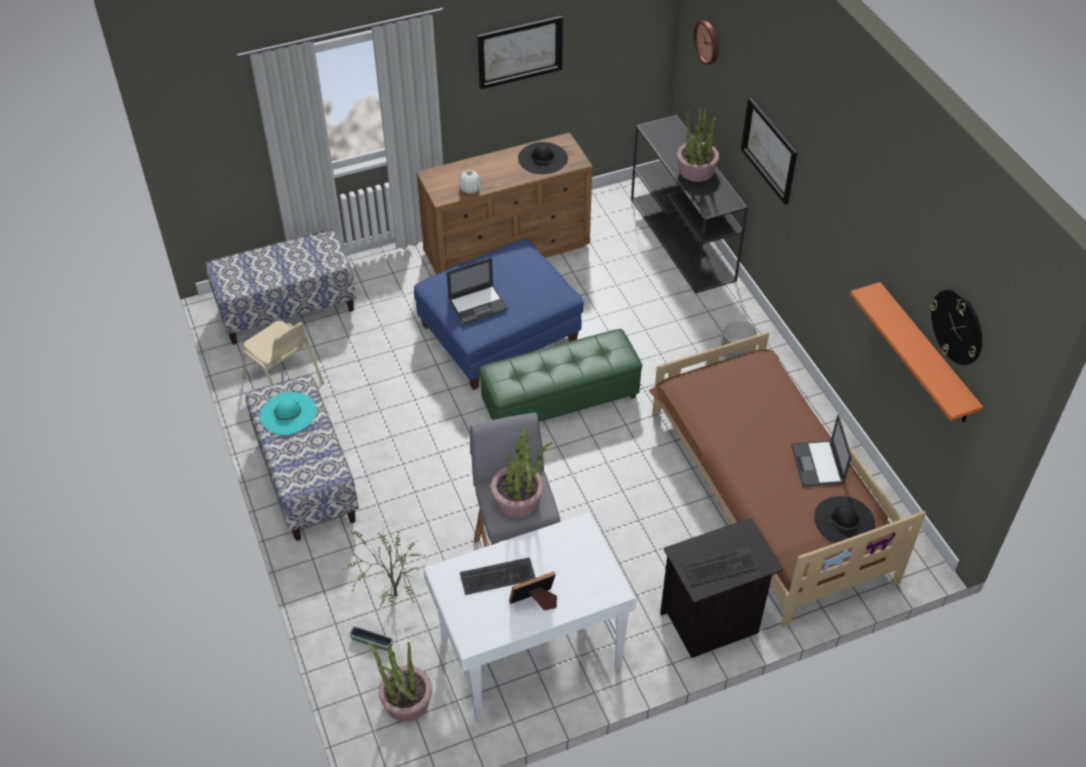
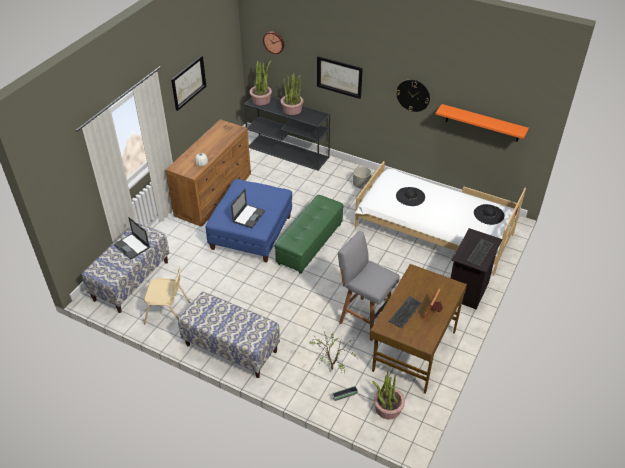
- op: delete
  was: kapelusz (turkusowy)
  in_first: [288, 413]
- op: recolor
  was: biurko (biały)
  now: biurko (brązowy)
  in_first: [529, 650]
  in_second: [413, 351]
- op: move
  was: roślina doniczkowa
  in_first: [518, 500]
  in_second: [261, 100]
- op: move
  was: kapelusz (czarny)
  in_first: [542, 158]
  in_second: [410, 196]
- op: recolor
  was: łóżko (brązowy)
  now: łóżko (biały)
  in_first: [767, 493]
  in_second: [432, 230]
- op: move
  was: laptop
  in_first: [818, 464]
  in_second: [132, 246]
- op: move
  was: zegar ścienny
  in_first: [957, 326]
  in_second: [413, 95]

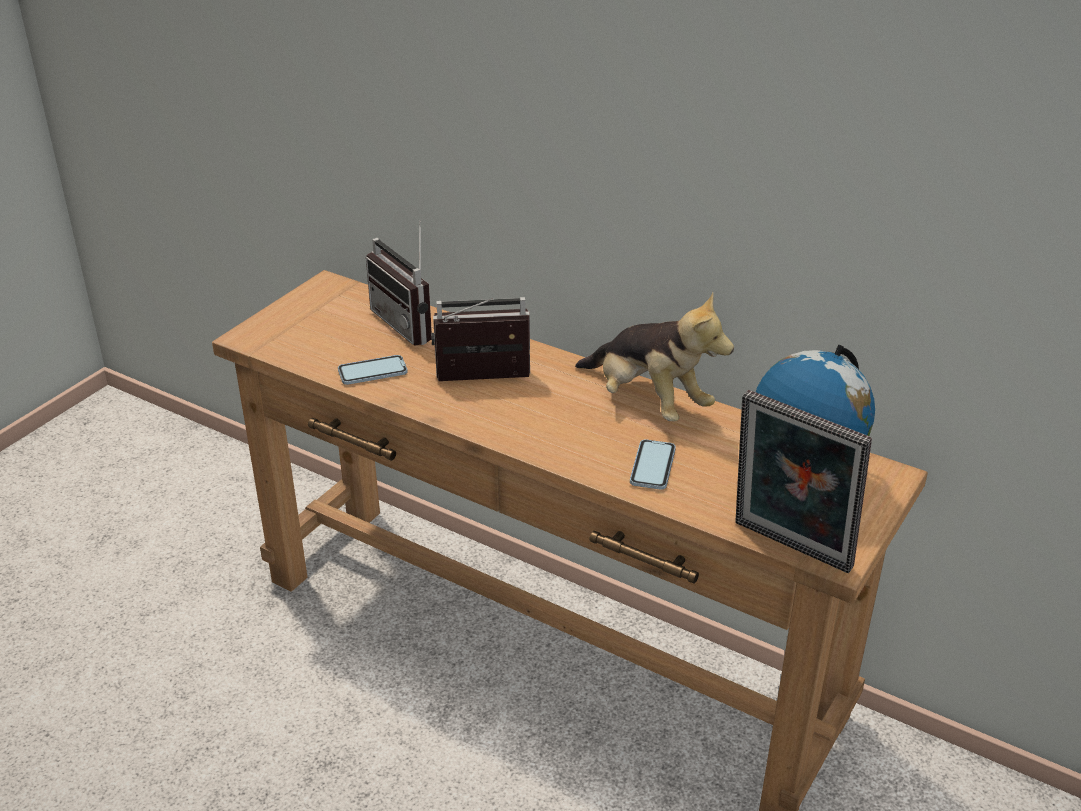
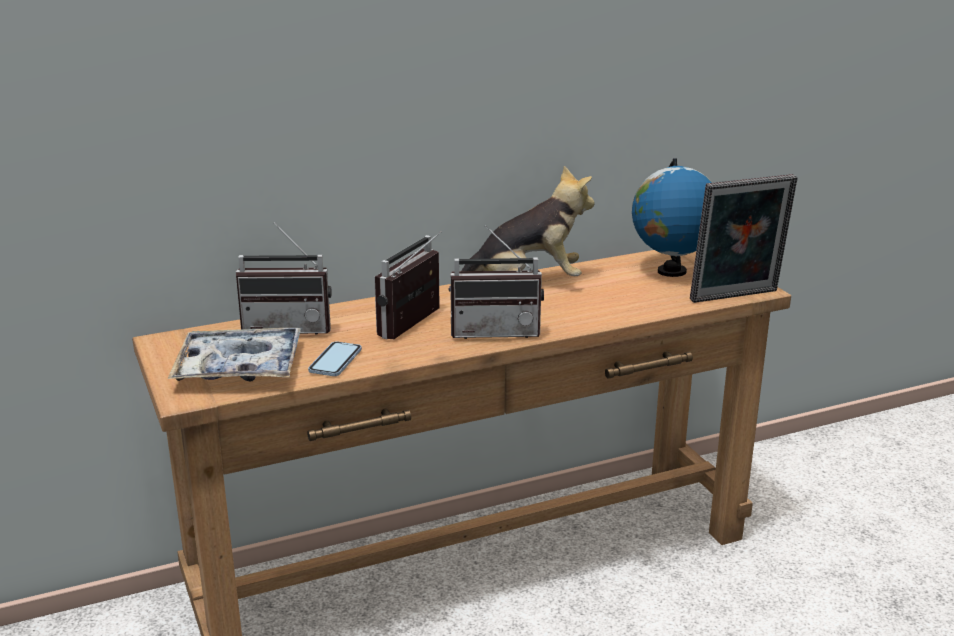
- op: delete
  was: telefon
  in_first: [652, 466]
- op: insert
  now: taca
  in_second: [239, 367]
- op: insert
  now: radio
  in_second: [496, 330]

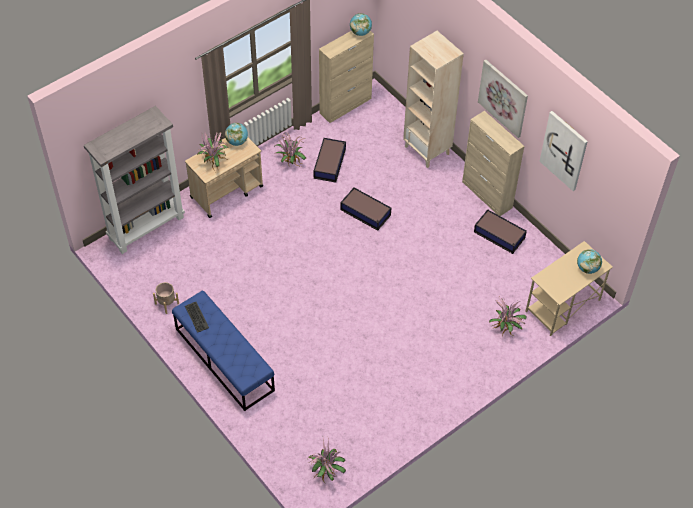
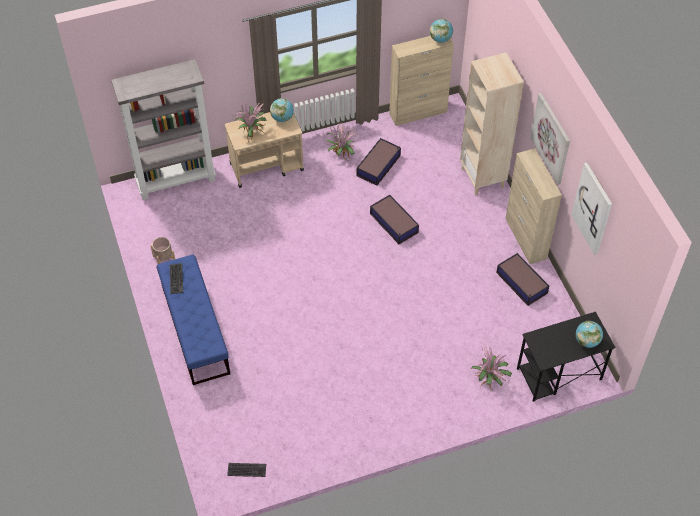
- op: replace
  was: roślina doniczkowa
  now: klawiatura
  in_first: [326, 472]
  in_second: [246, 470]
- op: recolor
  was: biurko (beżowy)
  now: biurko (czarny)
  in_first: [562, 306]
  in_second: [558, 374]

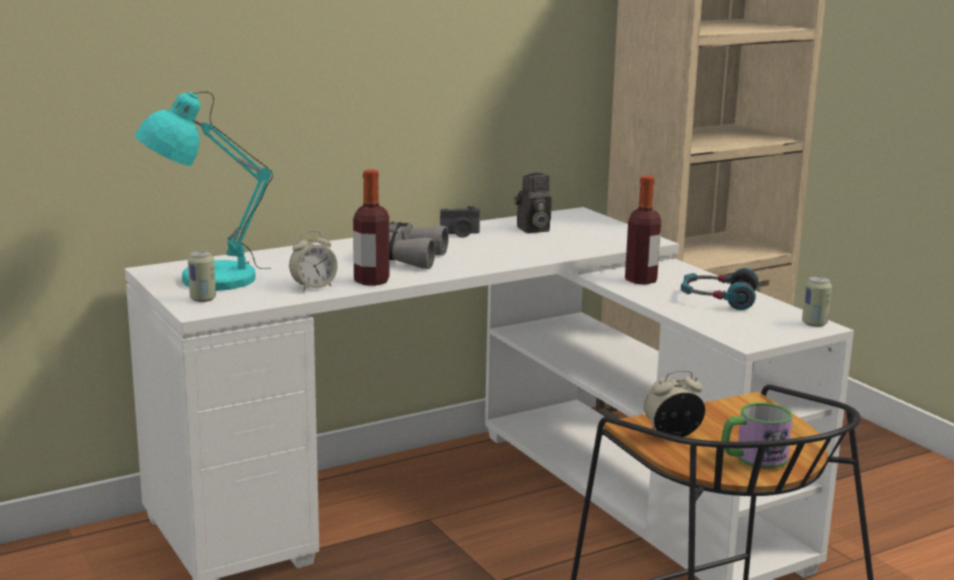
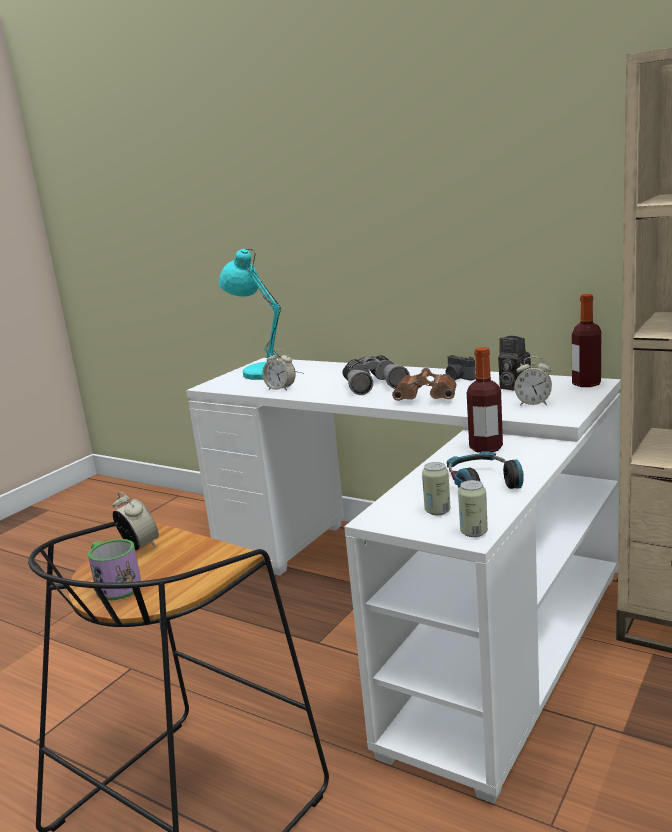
- op: move
  was: puszka
  in_first: [203, 299]
  in_second: [437, 511]
- op: move
  was: butelka
  in_first: [371, 281]
  in_second: [586, 384]
- op: insert
  now: lornetka (brązowy)
  in_second: [428, 399]
- op: insert
  now: budzik
  in_second: [533, 403]

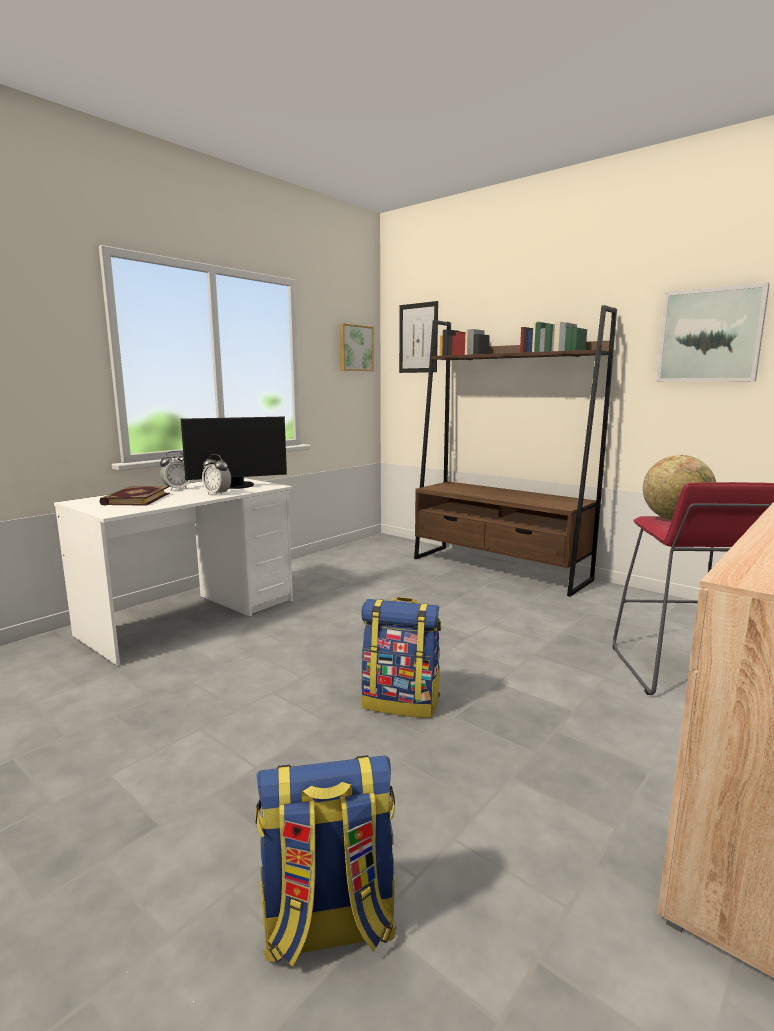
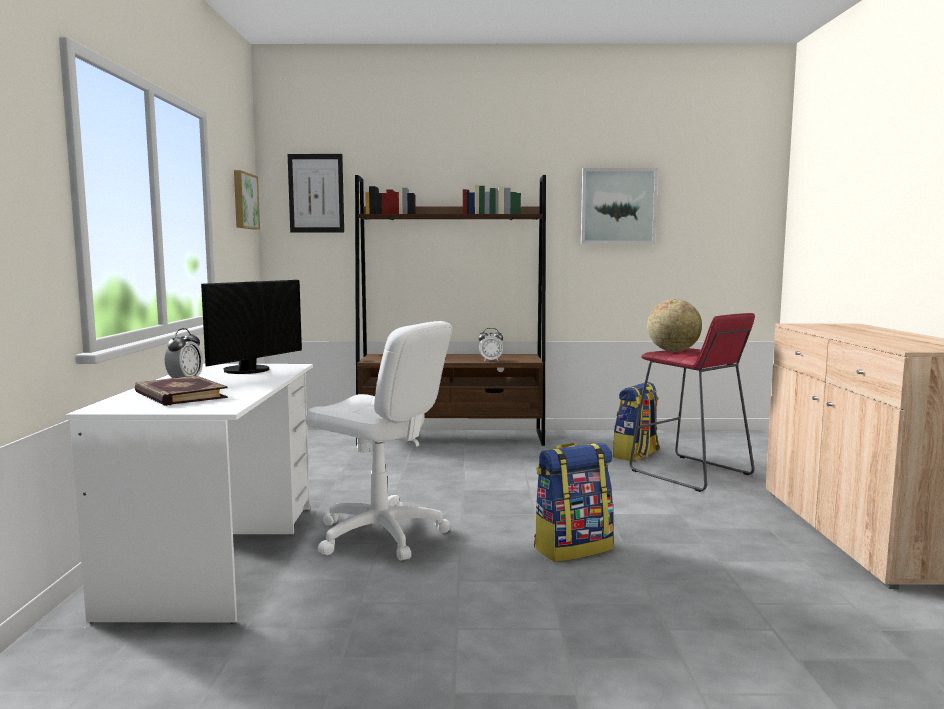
- op: move
  was: budzik
  in_first: [217, 494]
  in_second: [490, 361]
- op: move
  was: plecak
  in_first: [328, 927]
  in_second: [636, 455]
- op: insert
  now: krzesło biurowe (biały)
  in_second: [380, 535]

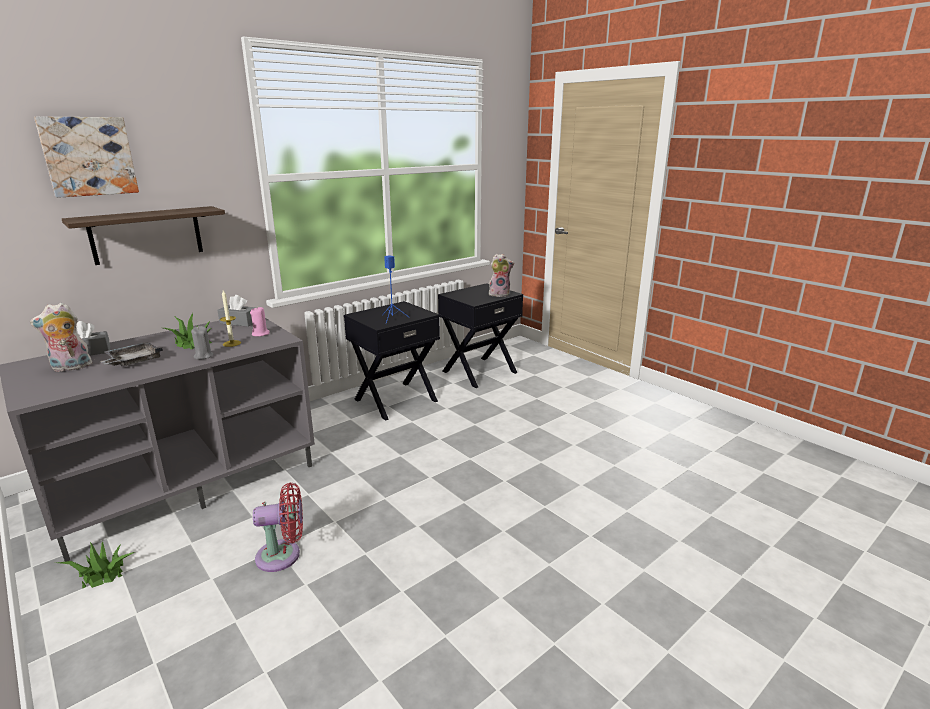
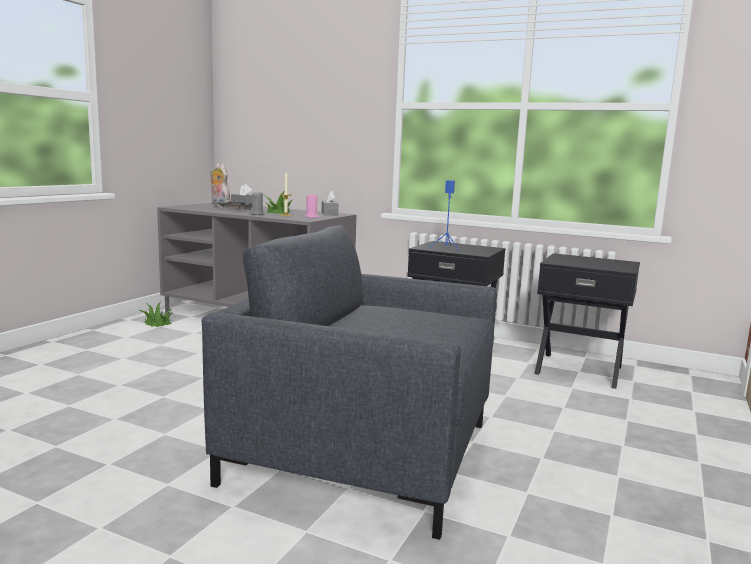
- op: delete
  was: obraz
  in_first: [88, 156]
- op: delete
  was: półka
  in_first: [146, 235]
- op: delete
  was: wentylator (czerwony)
  in_first: [283, 555]
- op: delete
  was: pluszak
  in_first: [499, 294]
- op: insert
  now: fotel (szary)
  in_second: [363, 452]

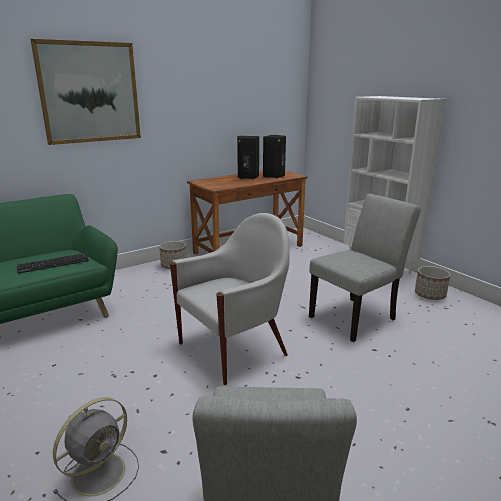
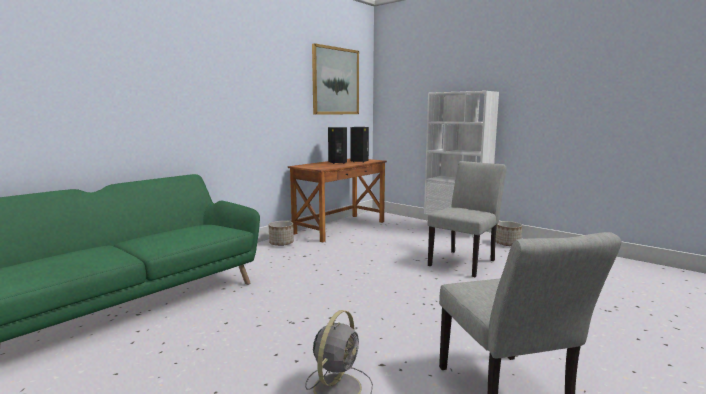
- op: delete
  was: klawiatura
  in_first: [53, 264]
- op: move
  was: obraz
  in_first: [90, 93]
  in_second: [335, 81]
- op: delete
  was: fotel (biały)
  in_first: [234, 349]

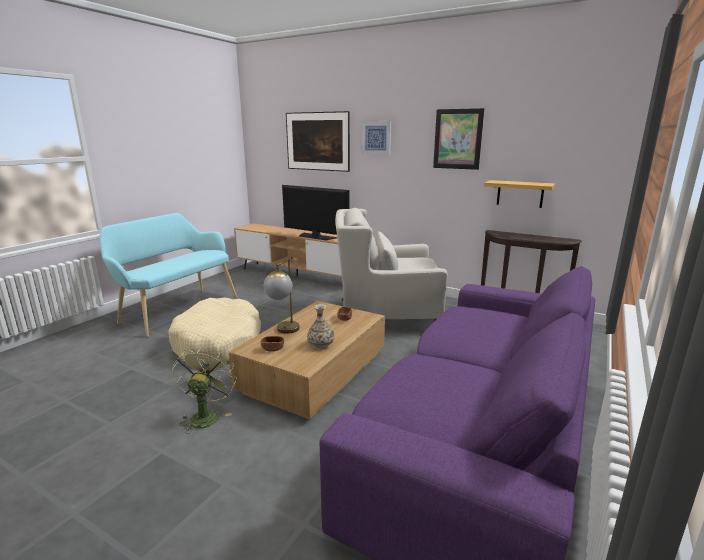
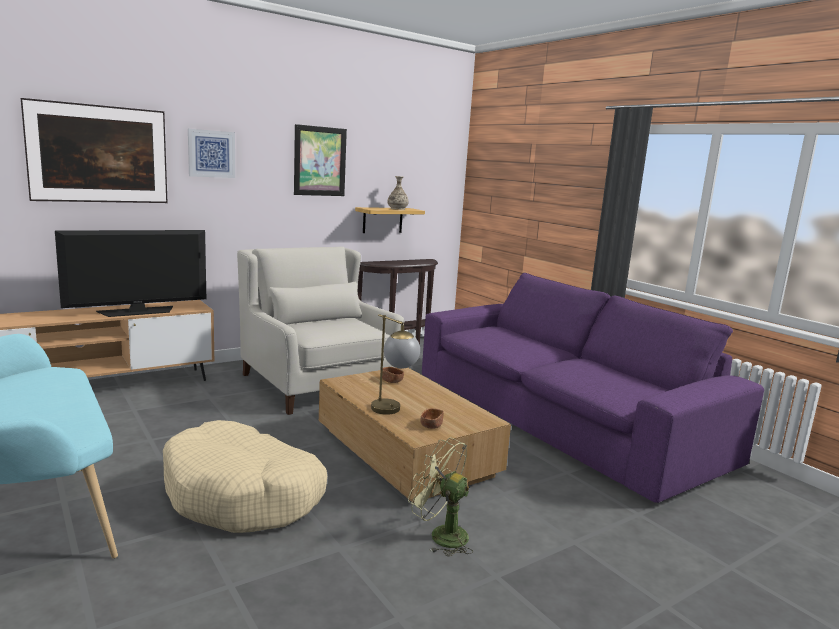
- op: move
  was: wazon
  in_first: [321, 345]
  in_second: [397, 209]
- op: rotate
  was: fotel (biały)
  in_first: [386, 314]
  in_second: [316, 384]
  clockwise: 120

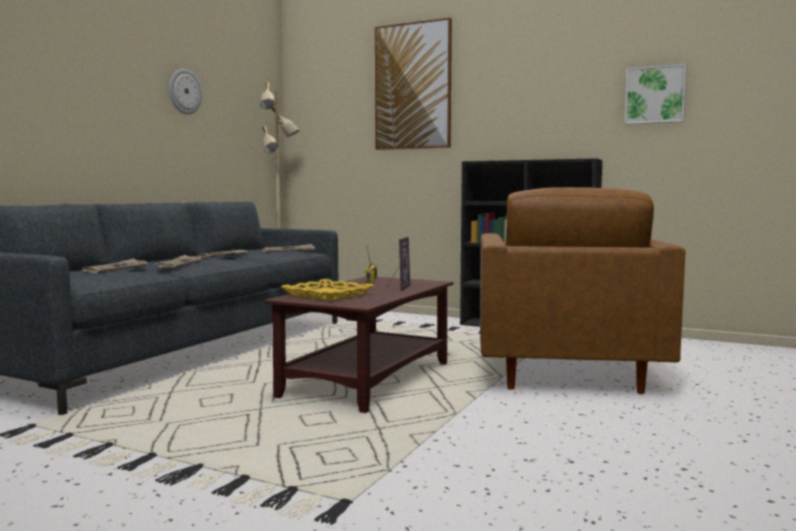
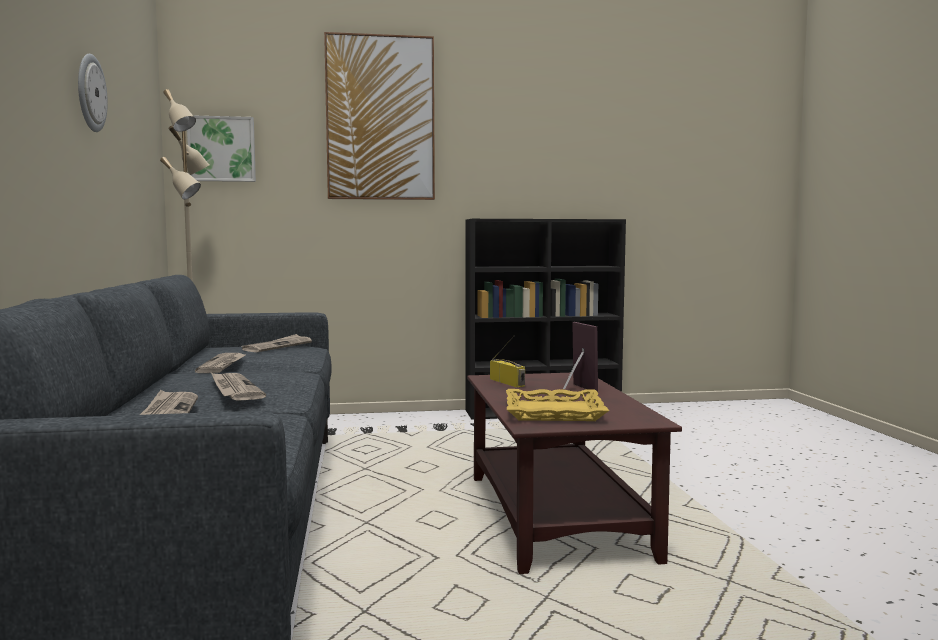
- op: delete
  was: fotel (brązowy)
  in_first: [563, 370]
- op: move
  was: obraz
  in_first: [655, 95]
  in_second: [222, 149]

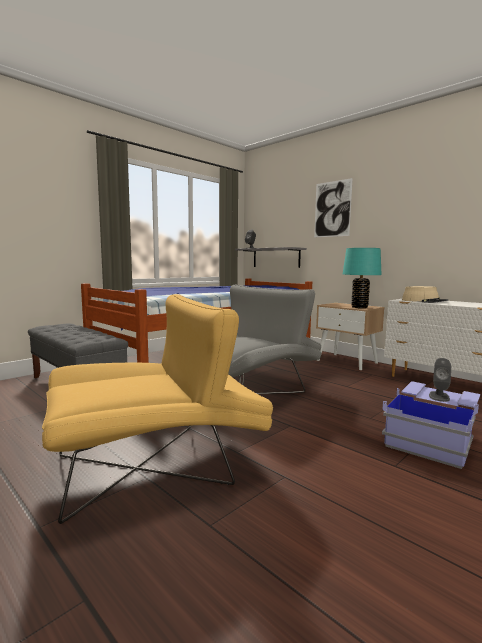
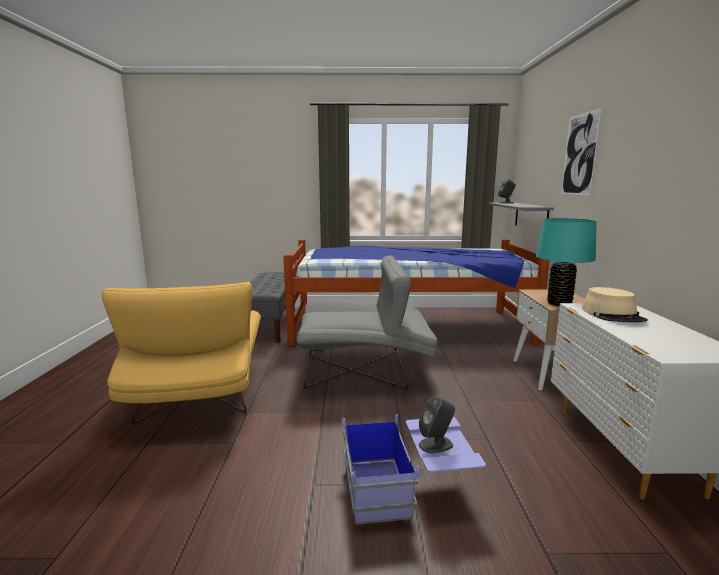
- op: rotate
  was: fotel (żółty)
  in_first: [157, 464]
  in_second: [198, 396]
  clockwise: 60

